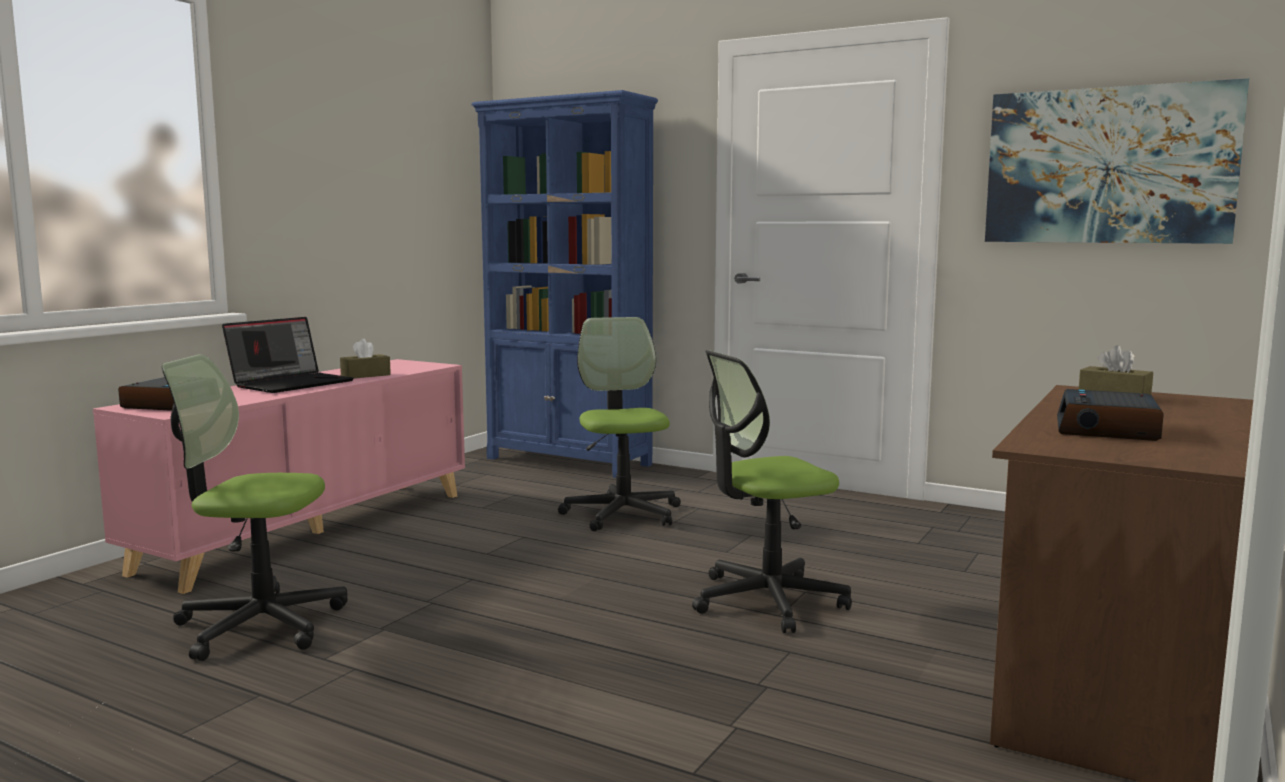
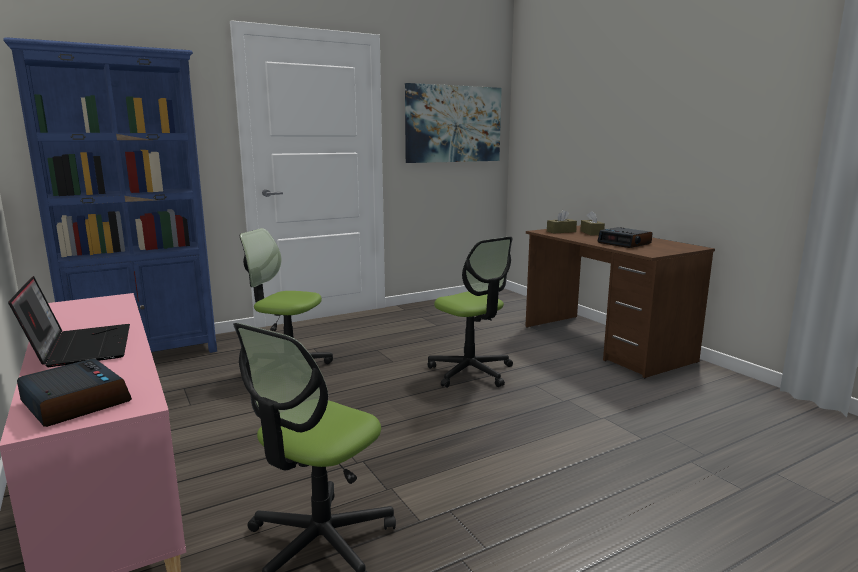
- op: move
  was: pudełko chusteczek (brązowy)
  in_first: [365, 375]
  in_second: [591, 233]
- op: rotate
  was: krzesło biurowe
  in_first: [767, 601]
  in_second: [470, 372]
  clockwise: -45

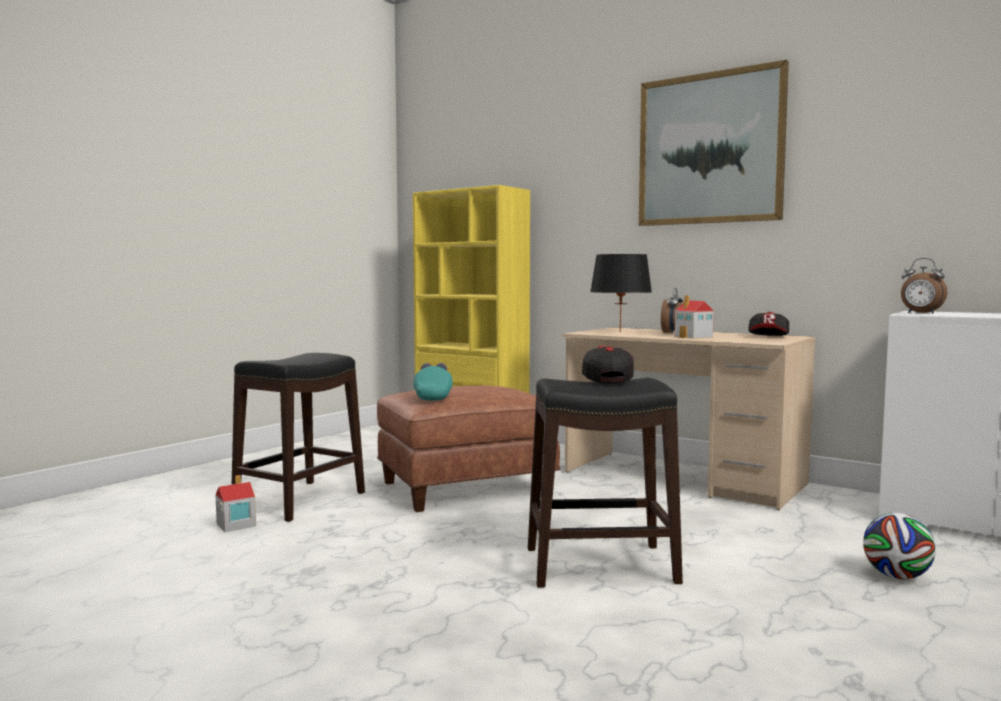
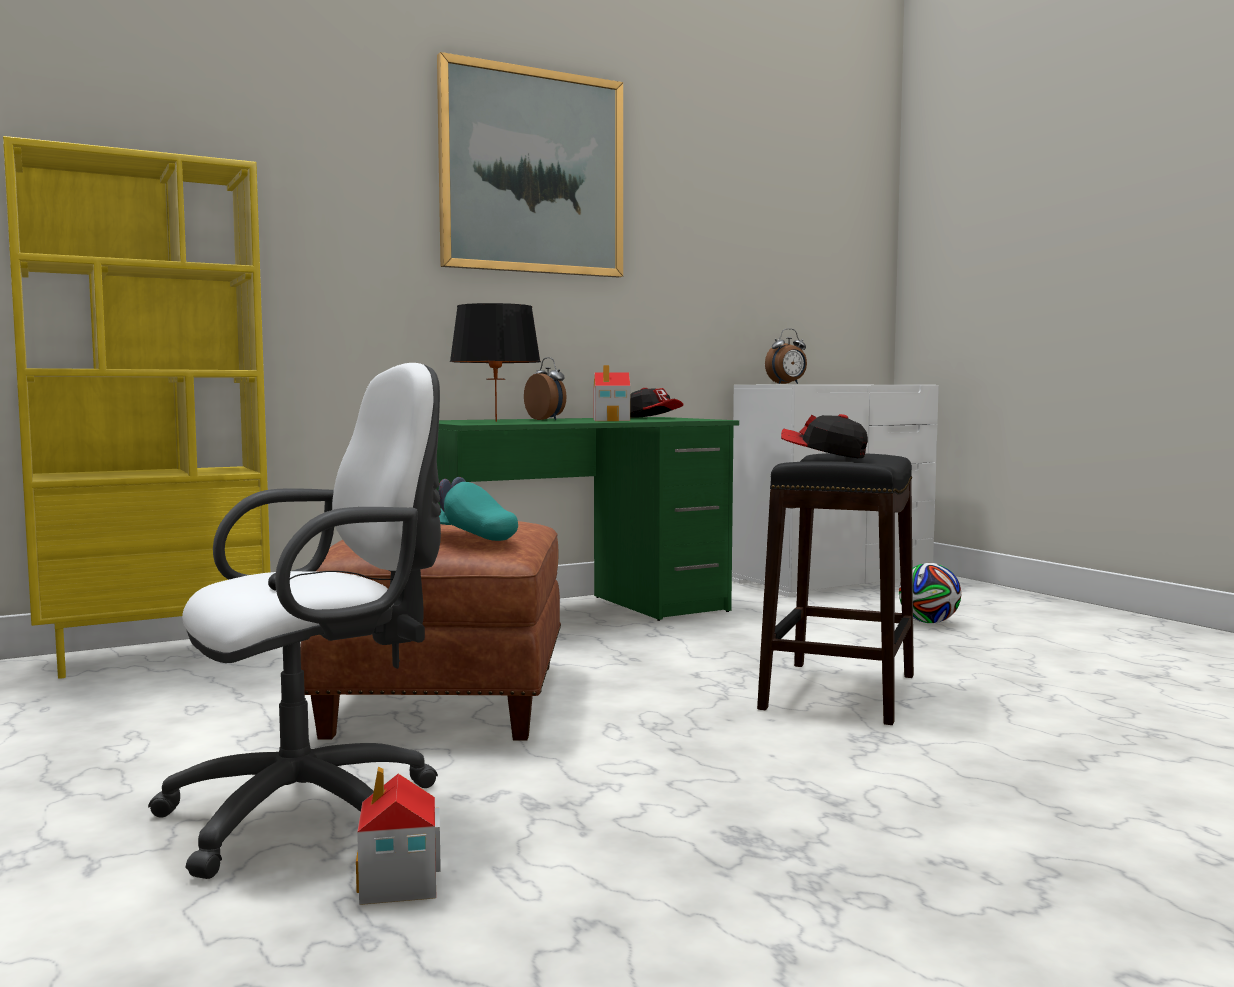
- op: replace
  was: stołek (czarny)
  now: krzesło biurowe (biały)
  in_first: [301, 500]
  in_second: [317, 811]
- op: recolor
  was: biurko (beżowy)
  now: biurko (zielony)
  in_first: [683, 478]
  in_second: [574, 614]

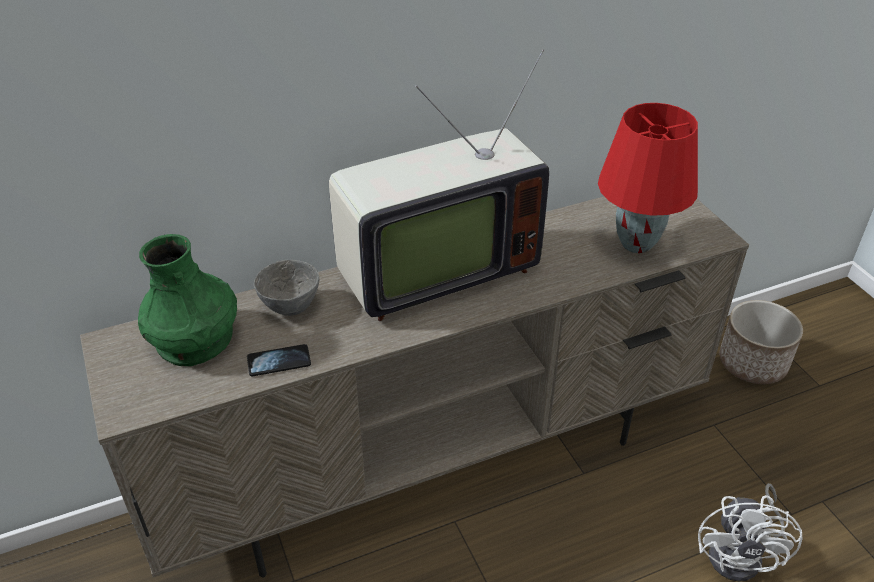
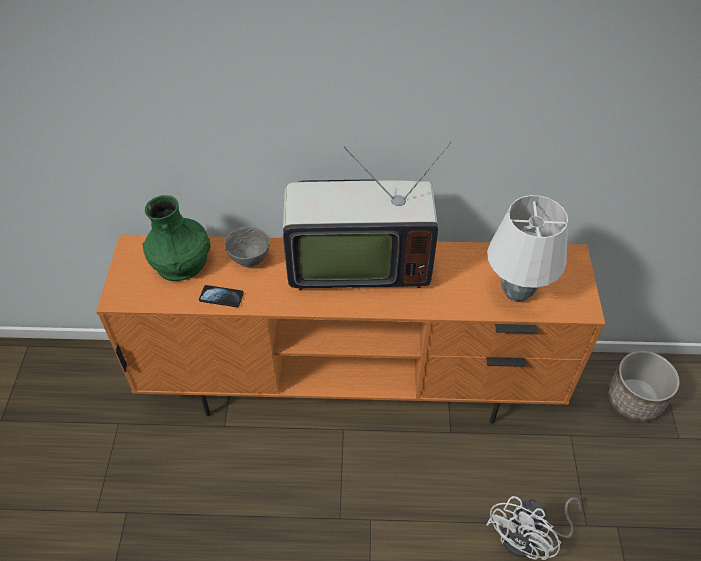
- op: recolor
  was: szafka pod telewizor (beżowy)
  now: szafka pod telewizor (pomarańczowy)
  in_first: [437, 466]
  in_second: [352, 386]
- op: recolor
  was: lampa stołowa (czerwony)
  now: lampa stołowa (biały)
  in_first: [635, 244]
  in_second: [515, 292]

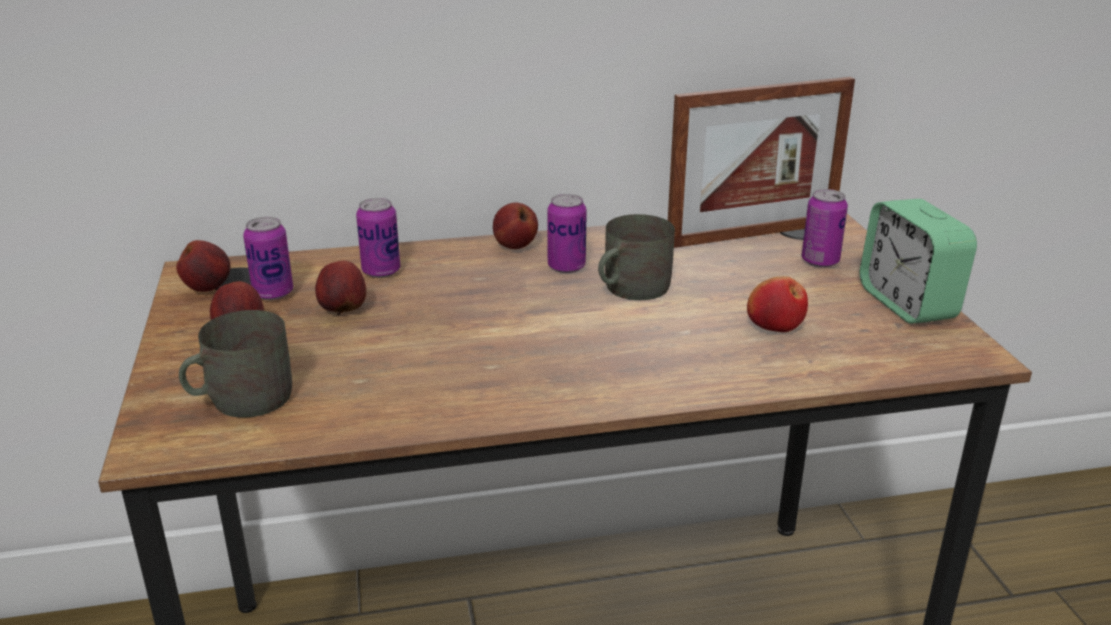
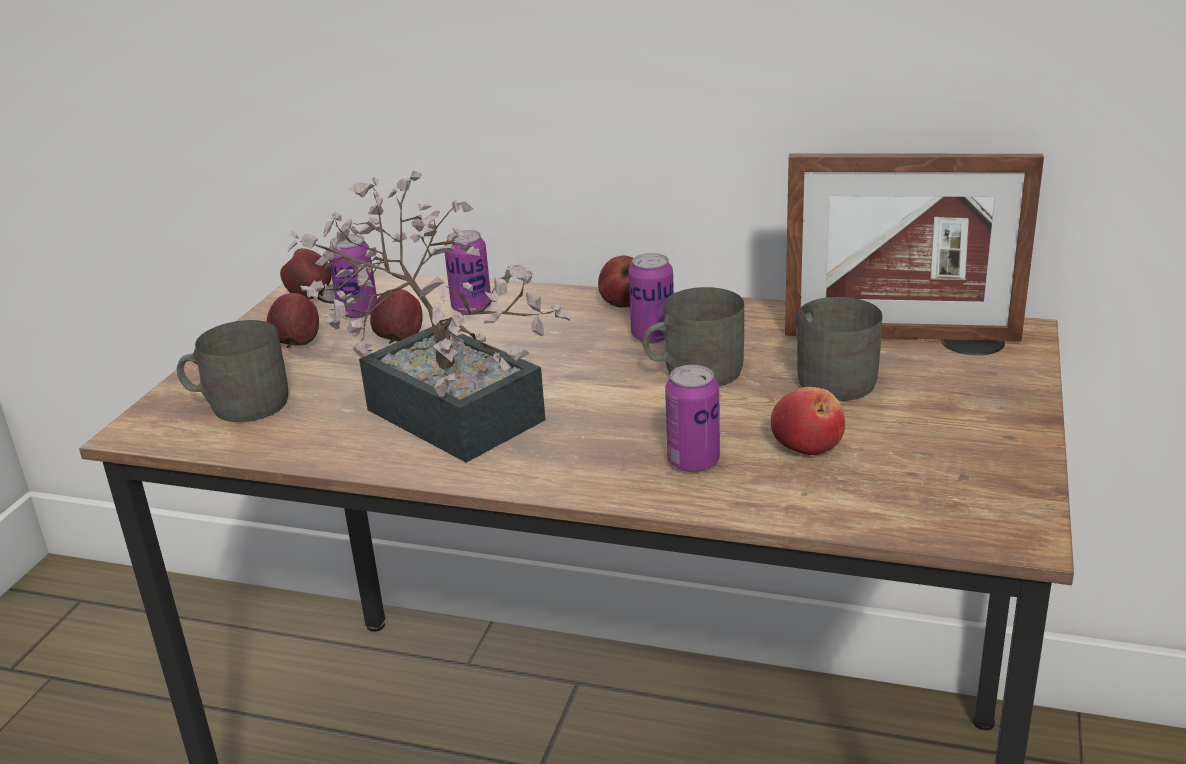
- op: move
  was: puszka
  in_first: [820, 261]
  in_second: [693, 461]
- op: delete
  was: budzik
  in_first: [907, 303]
- op: insert
  now: roślina doniczkowa
  in_second: [443, 407]
- op: insert
  now: kubek (szary)
  in_second: [830, 377]

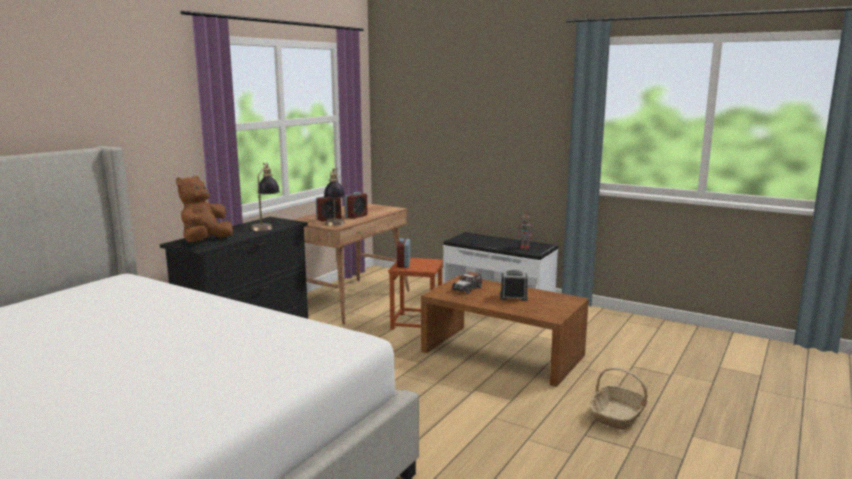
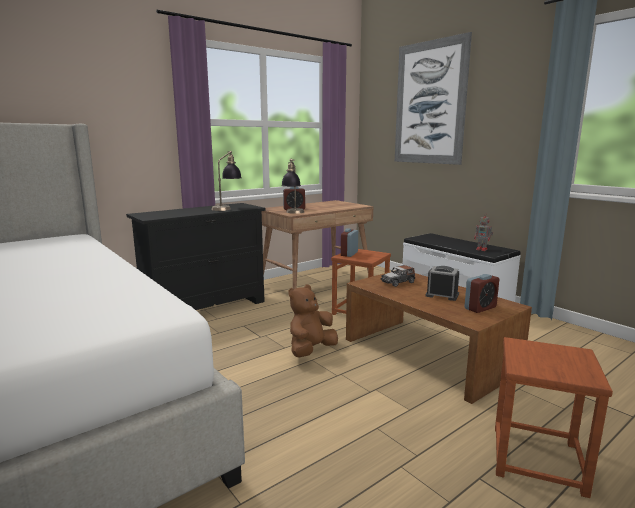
- op: move
  was: pluszak (brązowy)
  in_first: [205, 242]
  in_second: [311, 350]
- op: move
  was: budzik
  in_first: [356, 216]
  in_second: [480, 308]
- op: replace
  was: koszyk
  now: stołek (brązowy)
  in_first: [617, 415]
  in_second: [537, 460]
- op: insert
  now: obraz
  in_second: [429, 103]

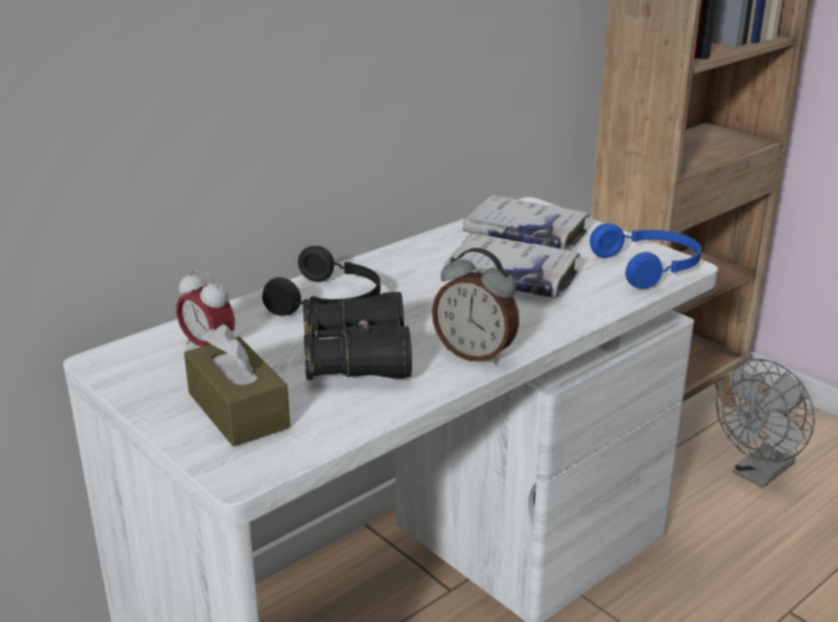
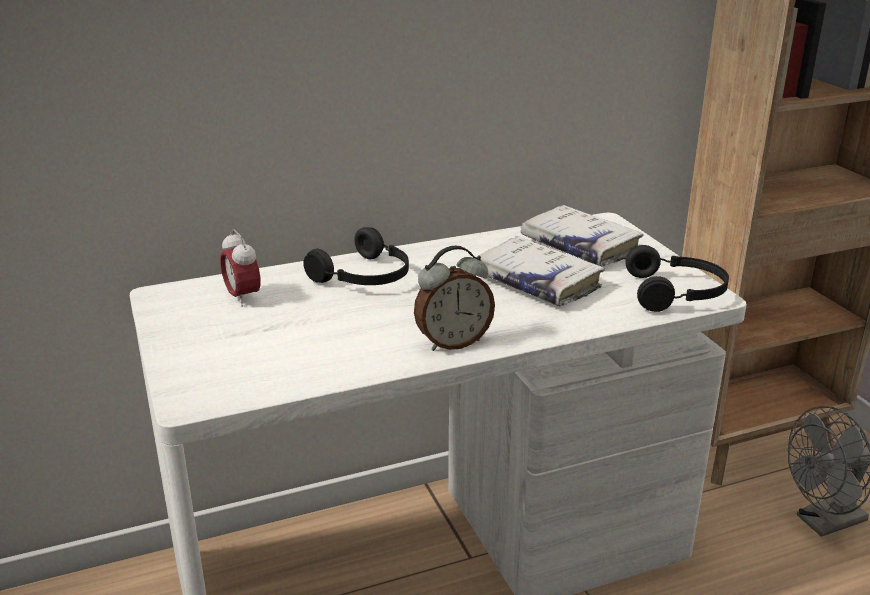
- op: delete
  was: pudełko chusteczek (brązowy)
  in_first: [238, 410]
- op: delete
  was: lornetka (czarny)
  in_first: [357, 358]
- op: rotate
  was: budzik
  in_first: [475, 354]
  in_second: [453, 342]
  clockwise: -75
- op: recolor
  was: słuchawki (niebieski)
  now: słuchawki (czarny)
  in_first: [650, 267]
  in_second: [676, 293]

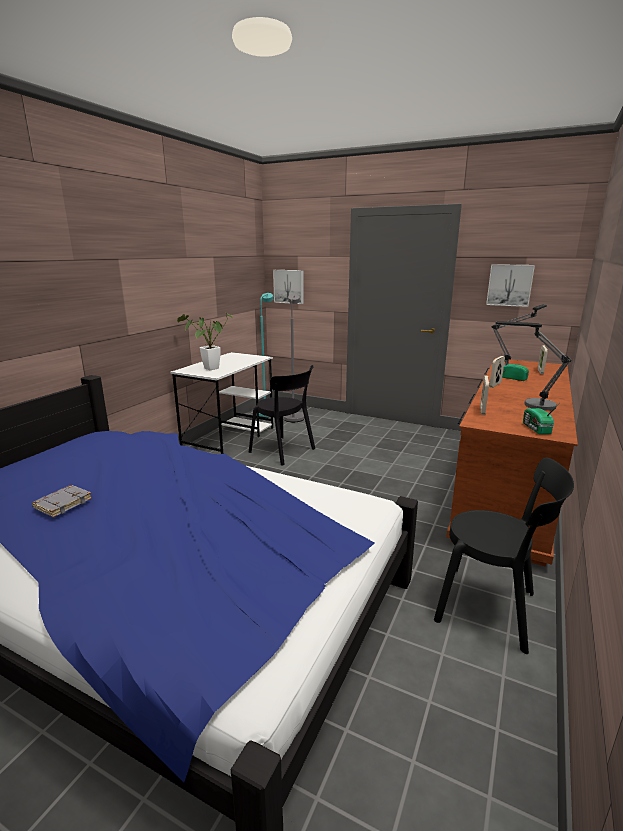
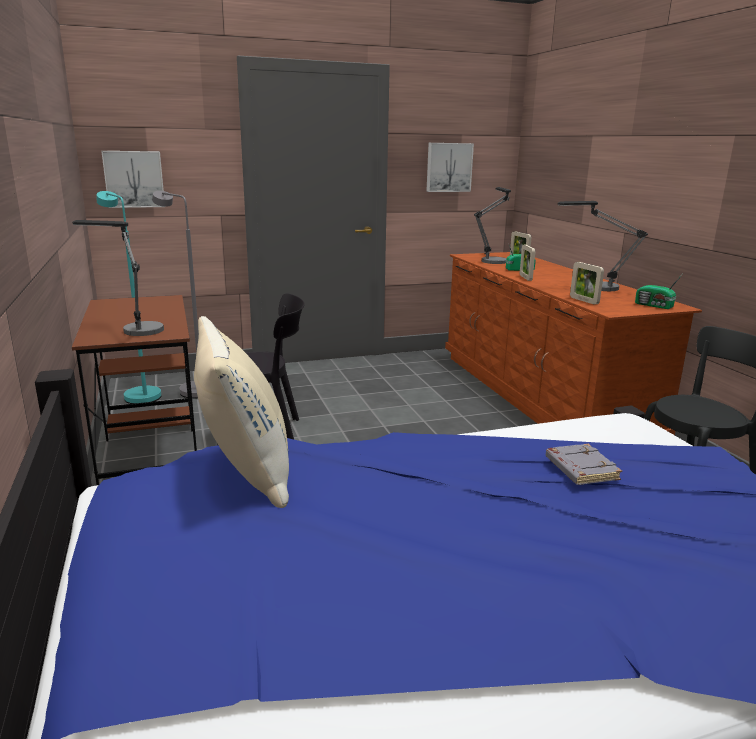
- op: move
  was: książka (szary)
  in_first: [63, 503]
  in_second: [580, 469]
- op: recolor
  was: biurko (biały)
  now: biurko (brązowy)
  in_first: [230, 438]
  in_second: [150, 447]
- op: replace
  was: roślina doniczkowa
  now: lampa stołowa
  in_first: [208, 369]
  in_second: [133, 329]
- op: insert
  now: poduszka (beżowy)
  in_second: [244, 471]

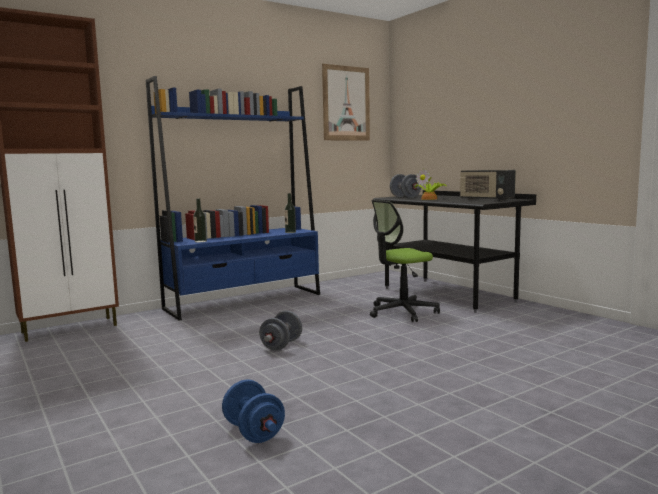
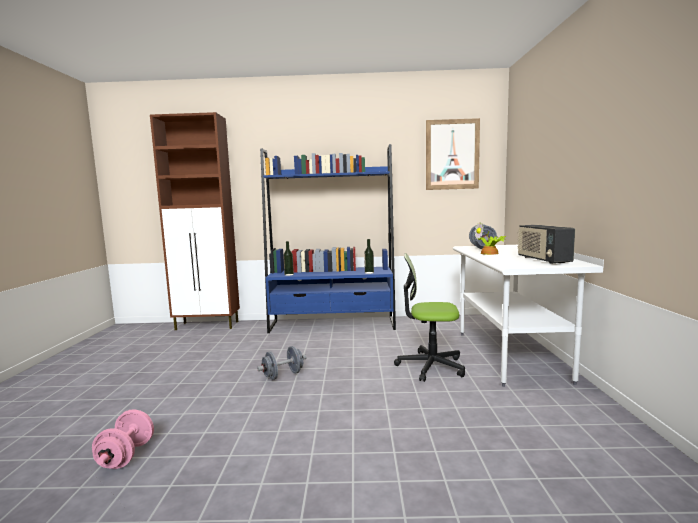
- op: recolor
  was: hantel (niebieski)
  now: hantel (różowy)
  in_first: [254, 432]
  in_second: [126, 456]
- op: recolor
  was: biurko (czarny)
  now: biurko (biały)
  in_first: [447, 294]
  in_second: [510, 355]

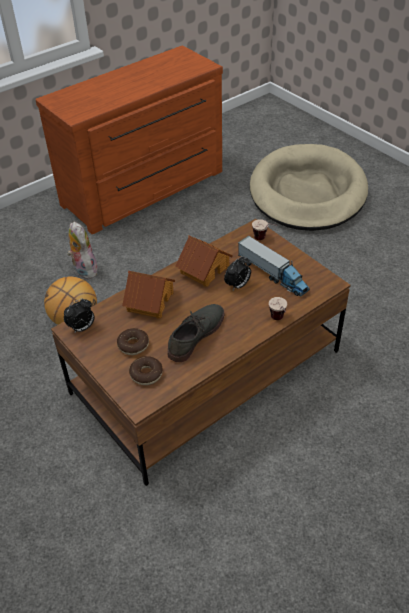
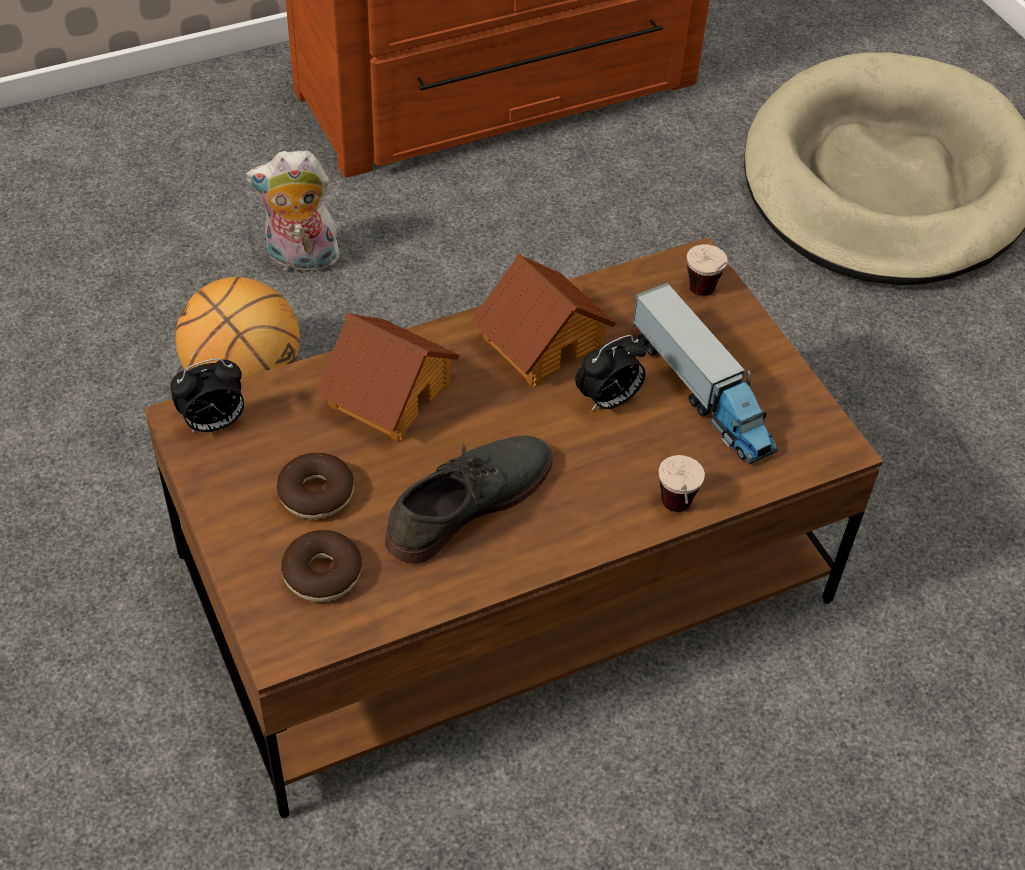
- op: rotate
  was: pluszak
  in_first: [84, 269]
  in_second: [300, 260]
  clockwise: -75

